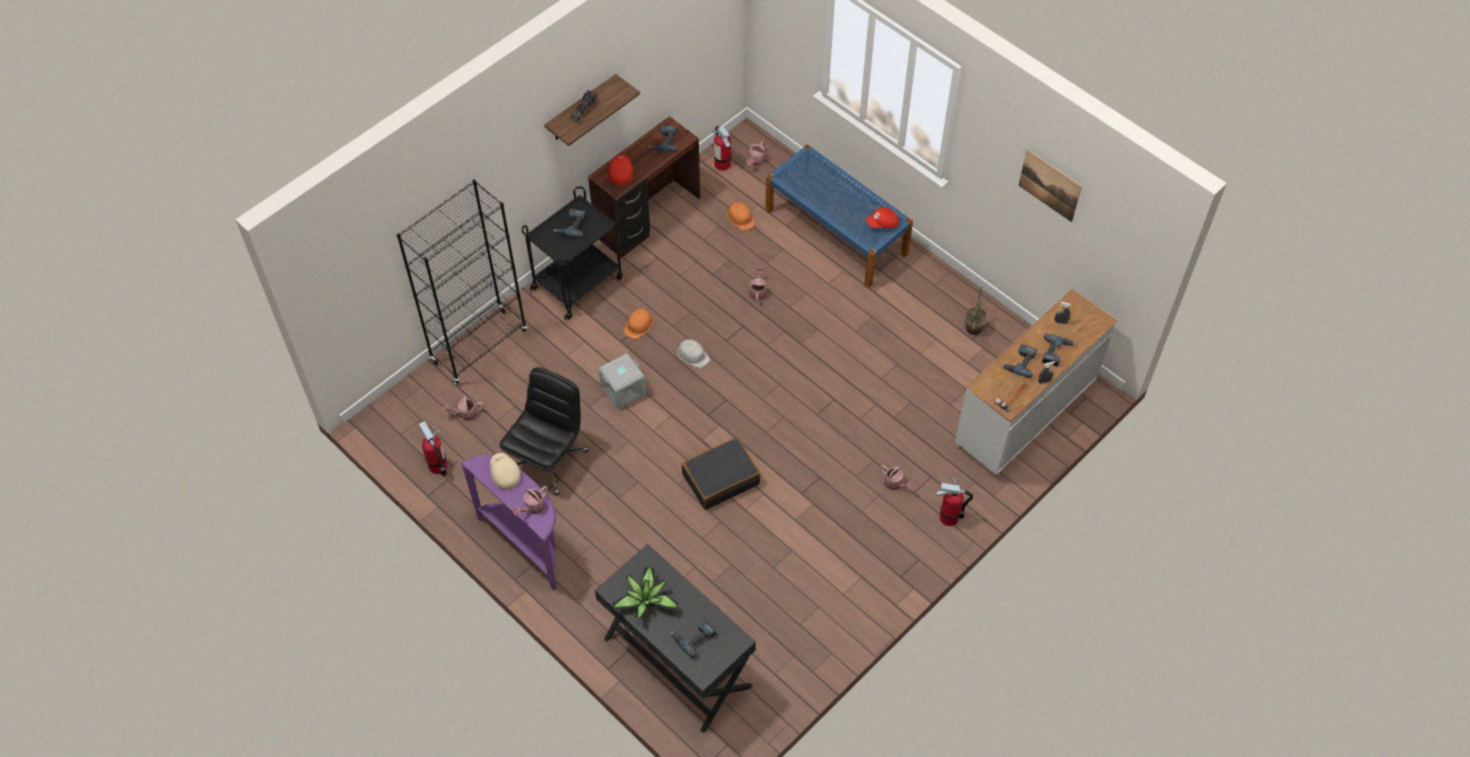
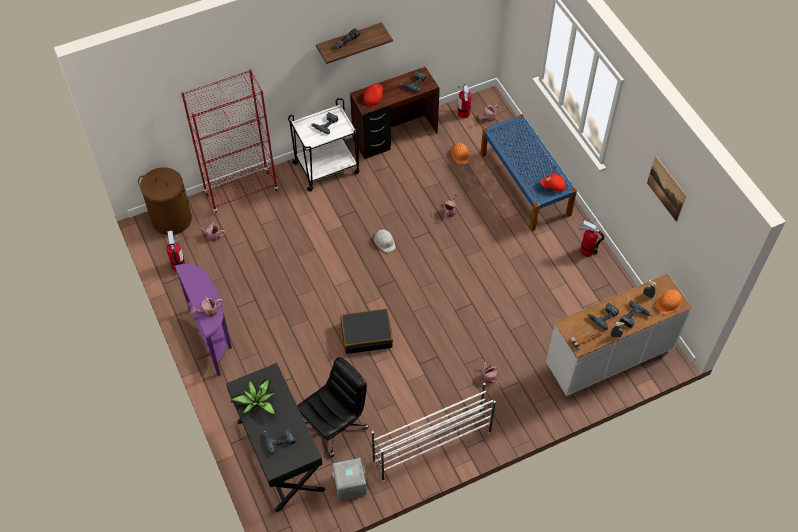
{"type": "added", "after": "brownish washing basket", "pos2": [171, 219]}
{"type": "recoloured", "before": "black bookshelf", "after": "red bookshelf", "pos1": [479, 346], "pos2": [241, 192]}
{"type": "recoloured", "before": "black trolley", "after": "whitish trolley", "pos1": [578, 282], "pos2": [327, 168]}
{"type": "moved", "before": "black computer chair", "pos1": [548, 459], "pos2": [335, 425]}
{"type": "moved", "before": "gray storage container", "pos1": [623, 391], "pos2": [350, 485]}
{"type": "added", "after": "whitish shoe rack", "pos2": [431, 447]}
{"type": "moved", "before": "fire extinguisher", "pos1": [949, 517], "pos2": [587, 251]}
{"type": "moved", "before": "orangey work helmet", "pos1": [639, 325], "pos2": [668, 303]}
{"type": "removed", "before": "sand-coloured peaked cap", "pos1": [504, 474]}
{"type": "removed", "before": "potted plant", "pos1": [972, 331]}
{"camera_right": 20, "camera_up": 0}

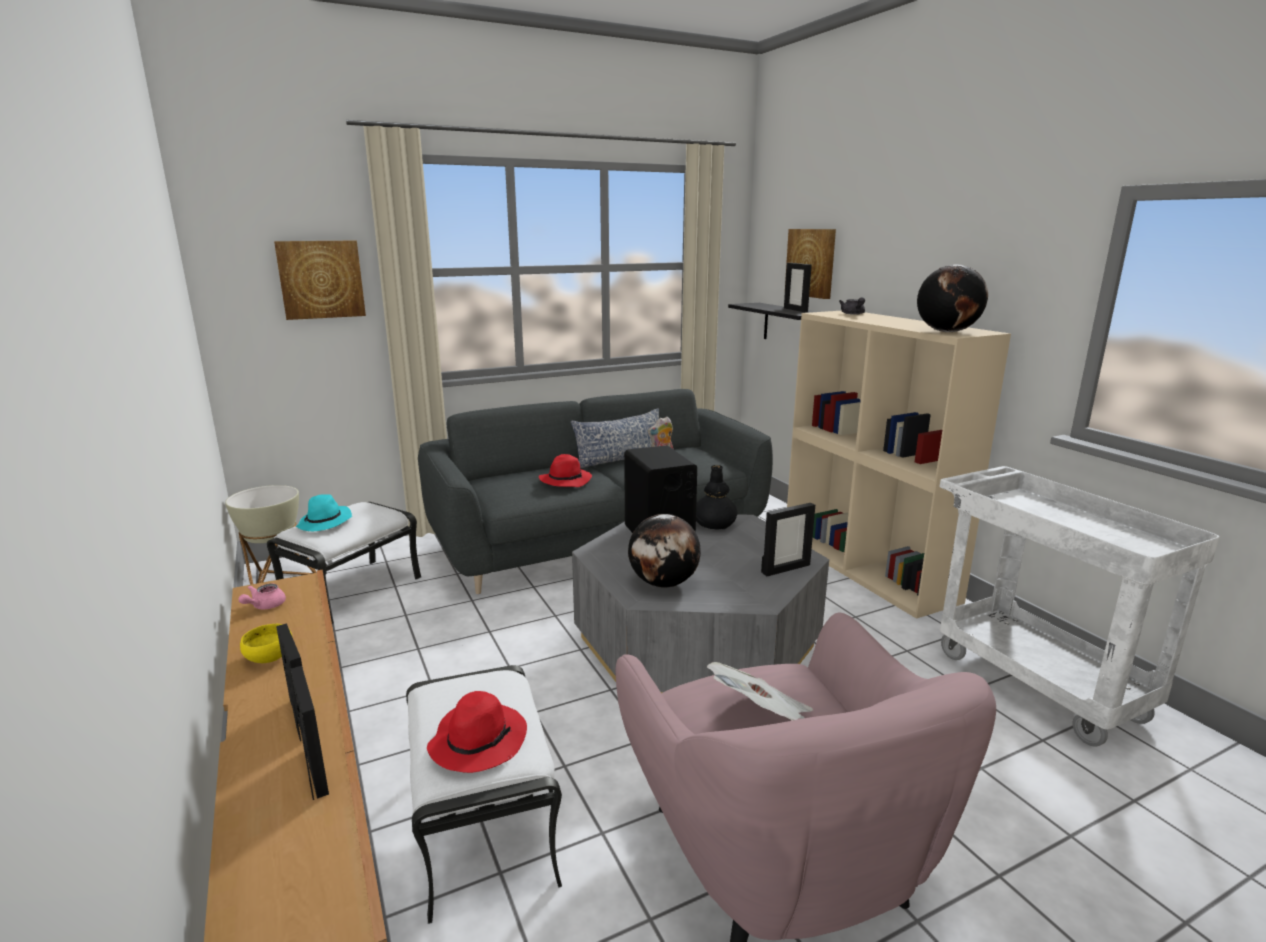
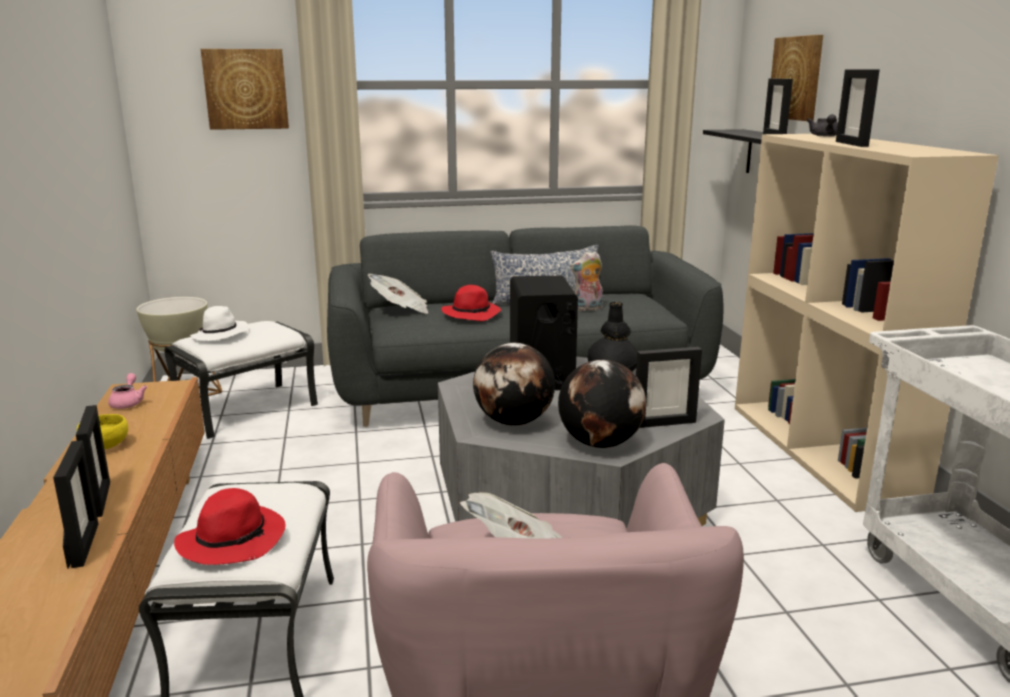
{"type": "turned", "before": "pinkish teapot", "pos1": [264, 606], "pos2": [128, 402], "turn": 135}
{"type": "recoloured", "before": "turquoise-coloured clothing hat", "after": "whitish clothing hat", "pos1": [325, 523], "pos2": [220, 335]}
{"type": "added", "after": "printed paper", "pos2": [400, 309]}
{"type": "moved", "before": "desk globe", "pos1": [946, 332], "pos2": [600, 443]}
{"type": "added", "after": "standing frame", "pos2": [852, 144]}
{"camera_right": 15, "camera_up": 0}

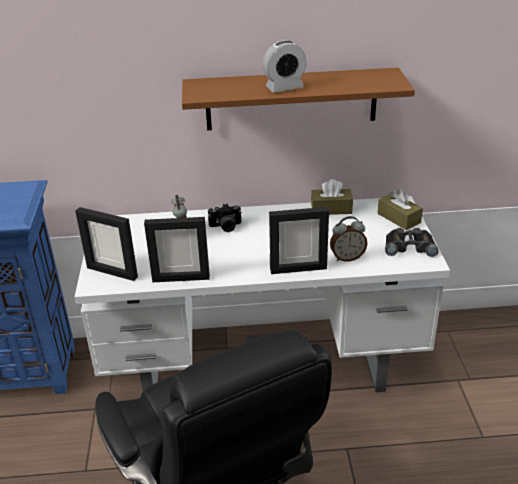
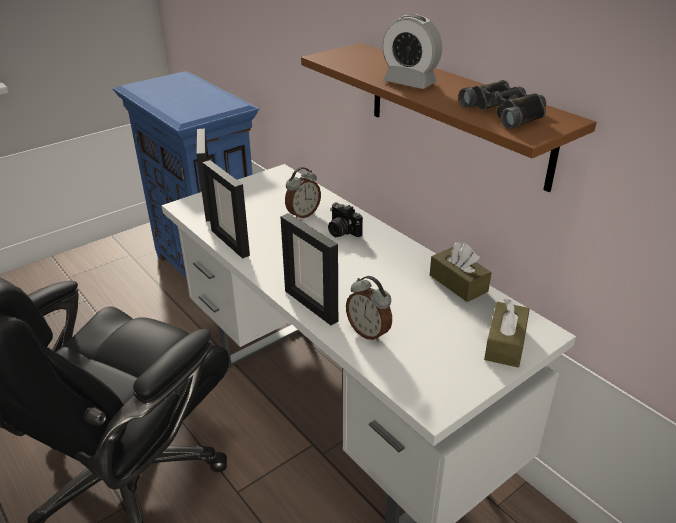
{"type": "moved", "before": "black binoculars", "pos1": [409, 246], "pos2": [506, 112]}
{"camera_right": 55, "camera_up": 0}

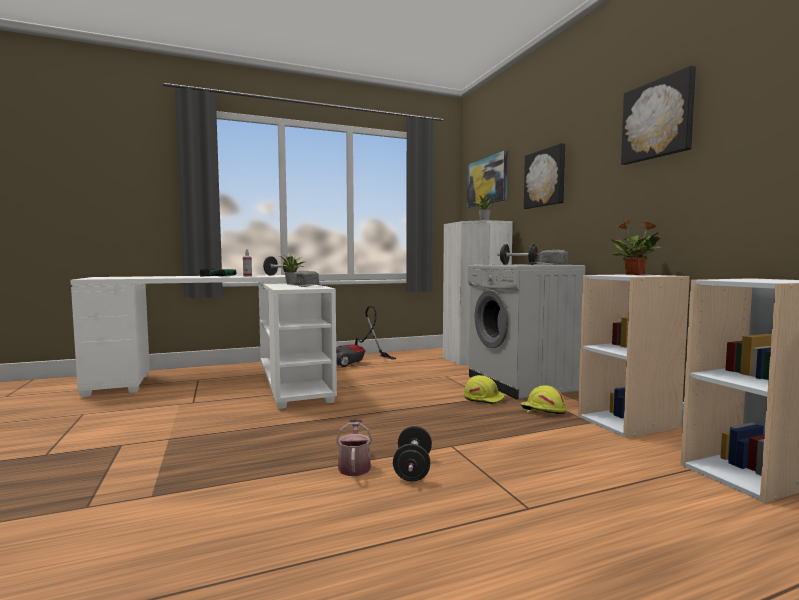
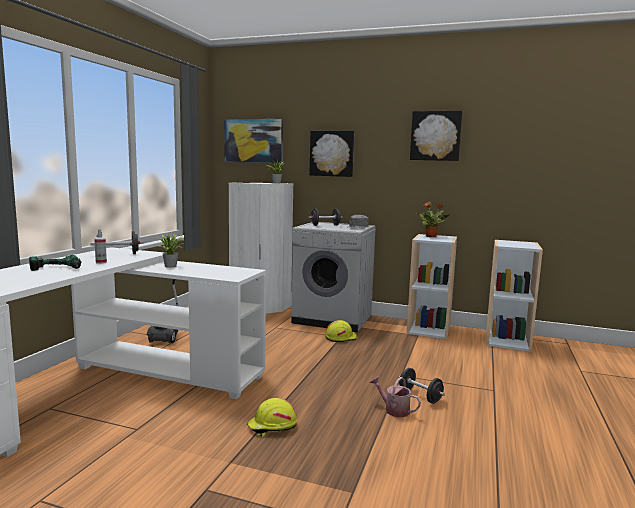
{"type": "moved", "before": "yellowish work helmet", "pos1": [542, 410], "pos2": [272, 427]}
{"type": "removed", "before": "gray peaked cap", "pos1": [309, 286]}
{"camera_right": -50, "camera_up": 5}

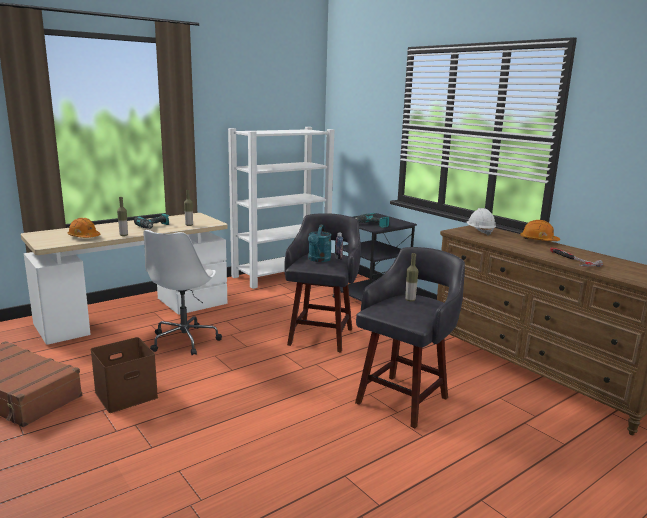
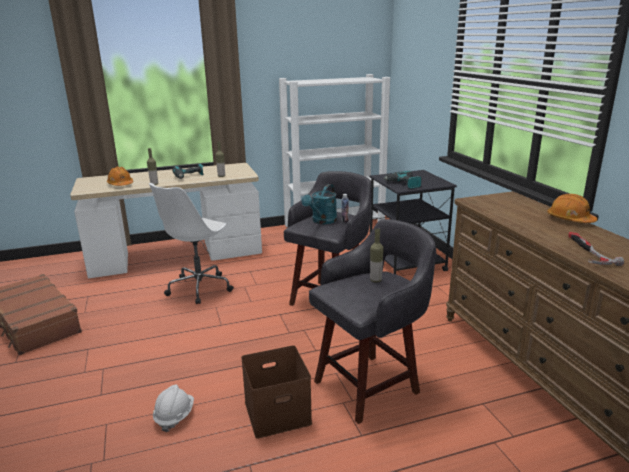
{"type": "moved", "before": "whitish work helmet", "pos1": [480, 231], "pos2": [174, 416]}
{"type": "moved", "before": "brownish storage container", "pos1": [125, 395], "pos2": [276, 414]}
{"camera_right": 20, "camera_up": 5}

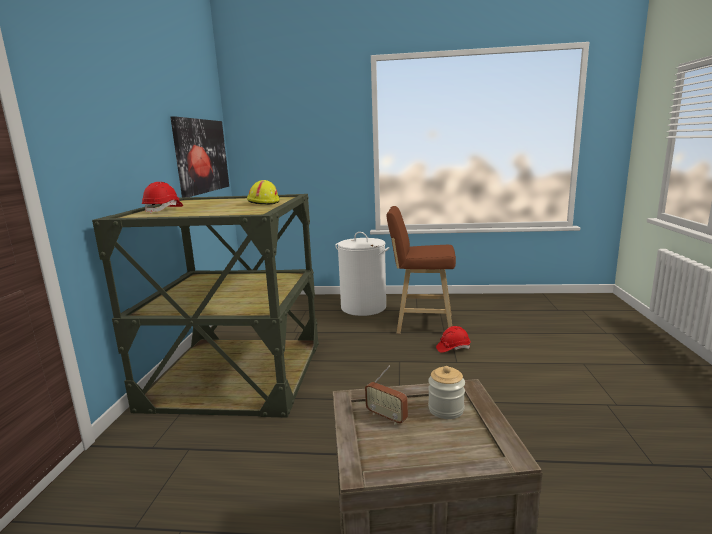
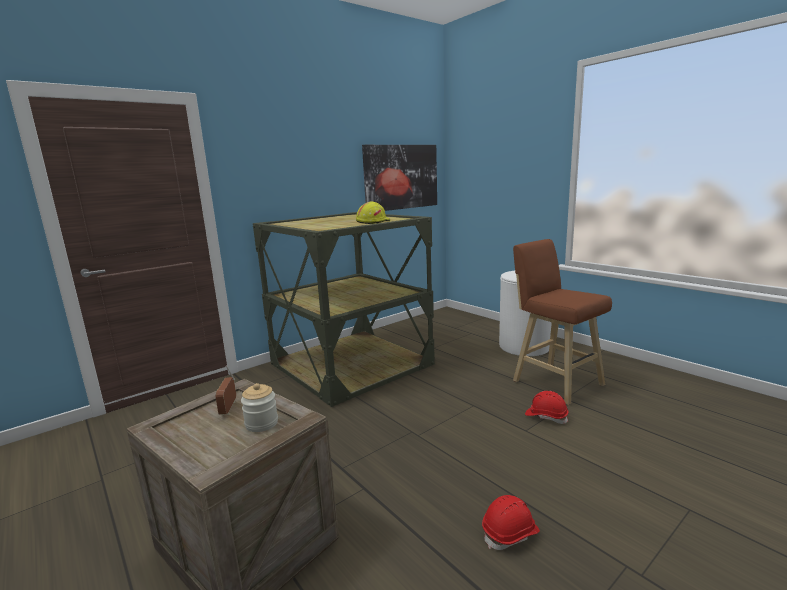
{"type": "moved", "before": "red work helmet", "pos1": [164, 210], "pos2": [510, 533]}
{"camera_right": 45, "camera_up": 0}

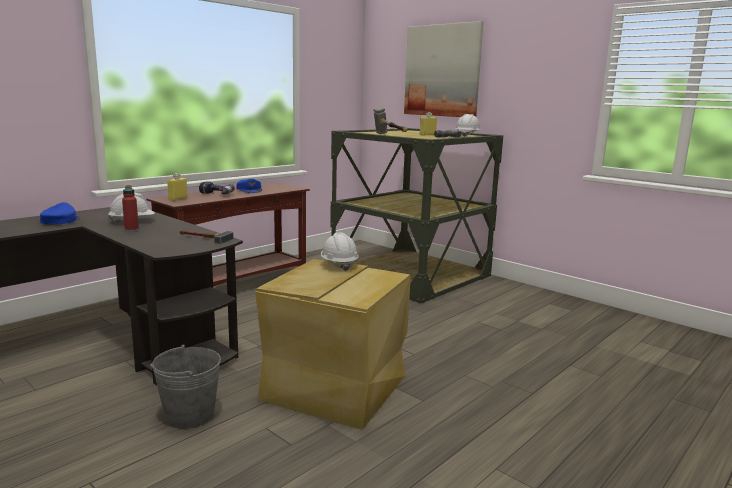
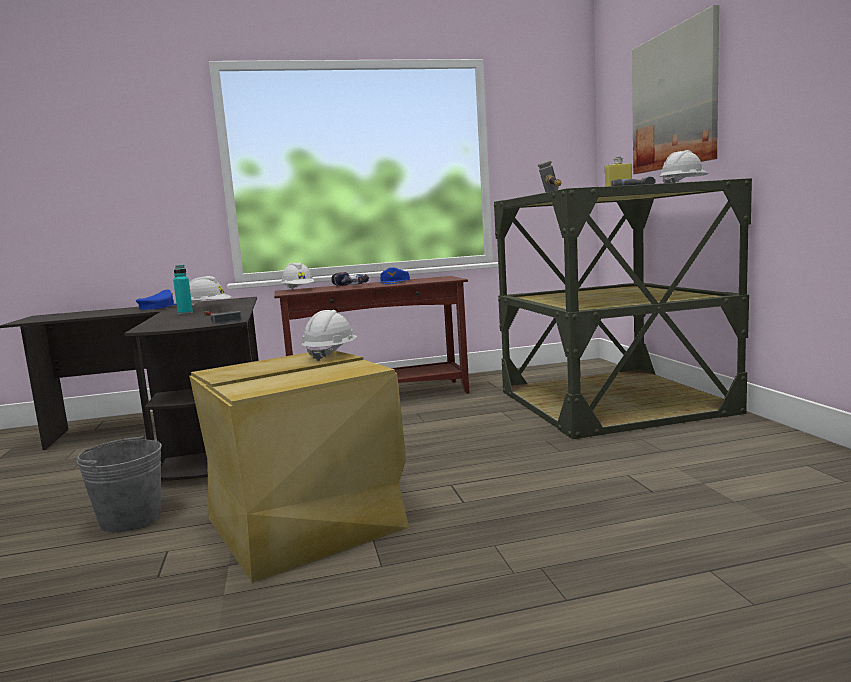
{"type": "recoloured", "before": "red drink bottle", "after": "turquoise-coloured drink bottle", "pos1": [131, 230], "pos2": [185, 313]}
{"type": "replaced", "before": "yellowish drink bottle", "after": "whitish work helmet", "pos1": [178, 199], "pos2": [298, 290]}
{"camera_right": 35, "camera_up": -5}

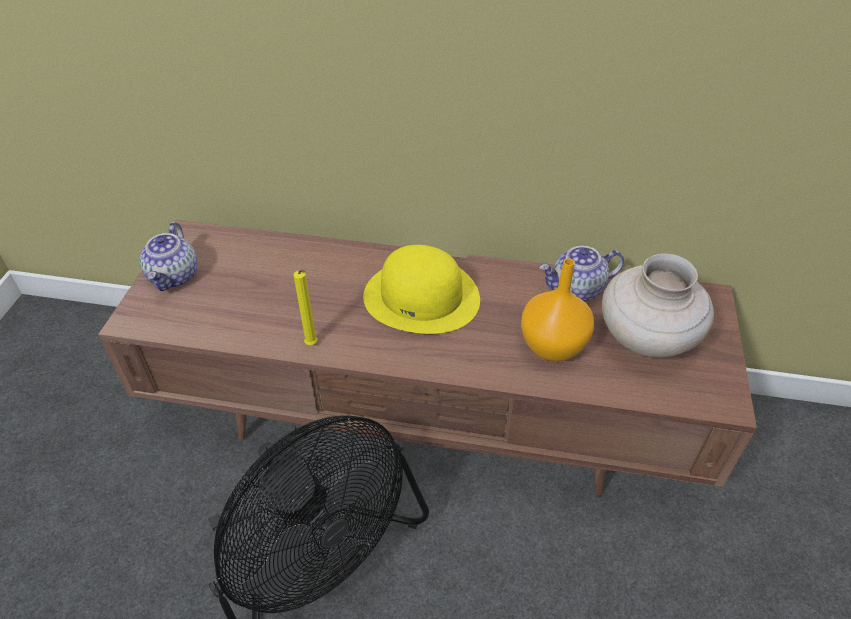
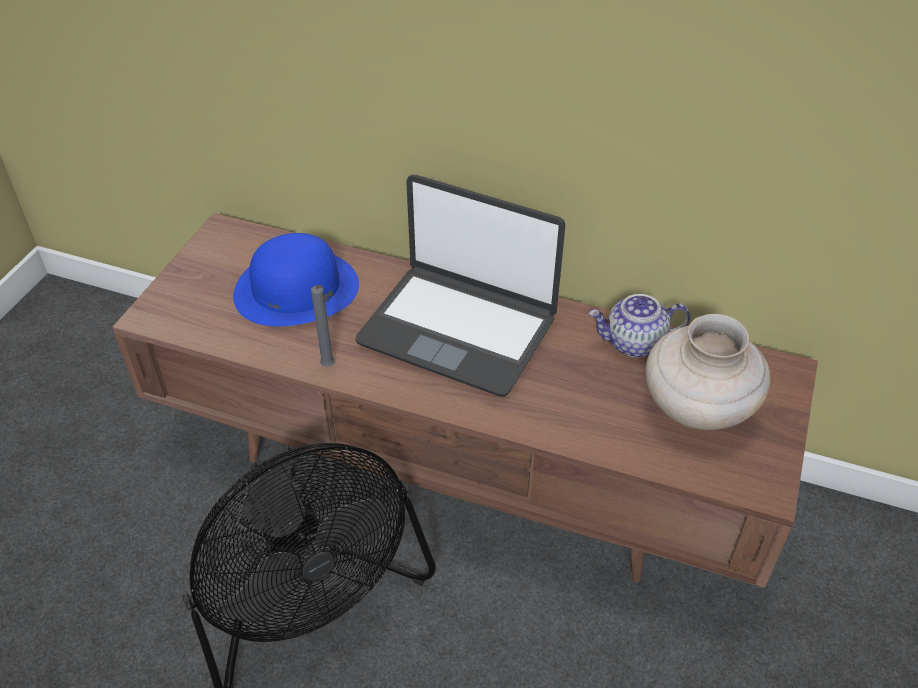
{"type": "added", "after": "blue-coloured clothing hat", "pos2": [296, 289]}
{"type": "recoloured", "before": "yellowish wax light", "after": "gray wax light", "pos1": [312, 345], "pos2": [328, 367]}
{"type": "replaced", "before": "yellowish clothing hat", "after": "laptop", "pos1": [422, 296], "pos2": [458, 329]}
{"type": "removed", "before": "teapot", "pos1": [174, 276]}
{"type": "removed", "before": "orangey decorative vase", "pos1": [552, 347]}
{"camera_right": 10, "camera_up": 0}

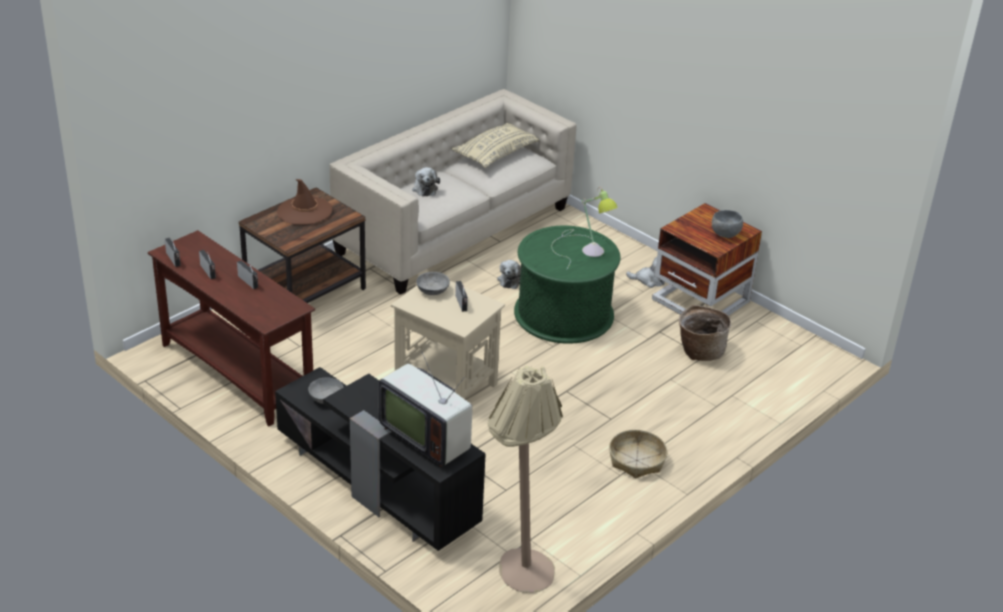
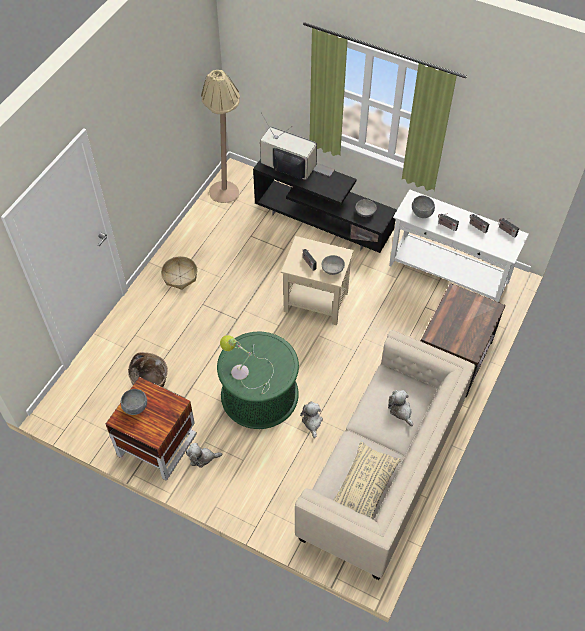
{"type": "recoloured", "before": "brownish console table", "after": "whitish console table", "pos1": [236, 372], "pos2": [449, 273]}
{"type": "added", "after": "gray serving bowl", "pos2": [421, 214]}
{"type": "removed", "before": "brownish clothing hat", "pos1": [304, 211]}
{"camera_right": 165, "camera_up": 20}

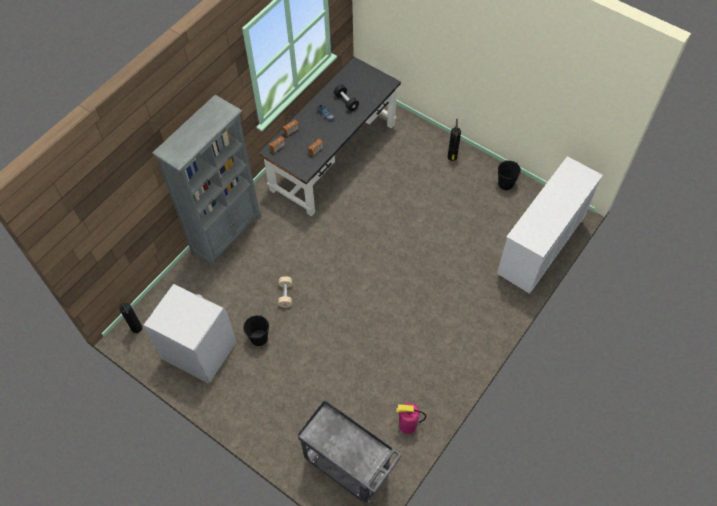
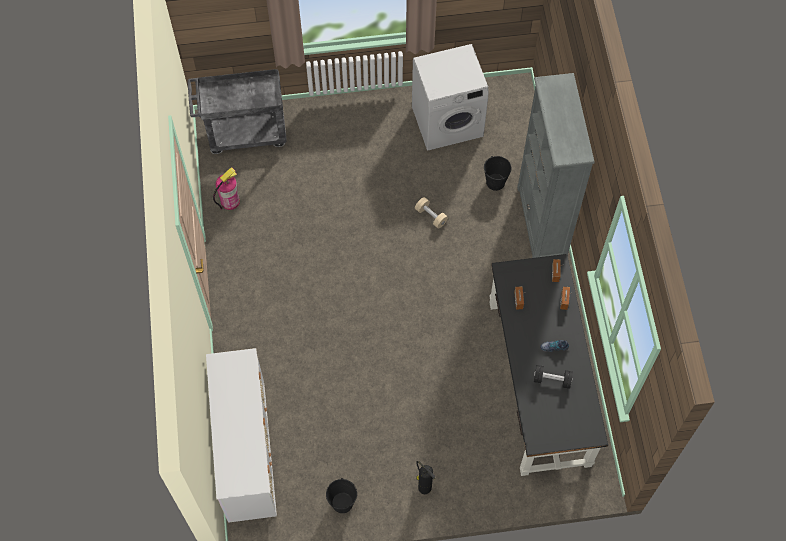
{"type": "moved", "before": "black bucket", "pos1": [259, 338], "pos2": [495, 182]}
{"type": "removed", "before": "fire extinguisher", "pos1": [136, 327]}
{"camera_right": 135, "camera_up": 5}

